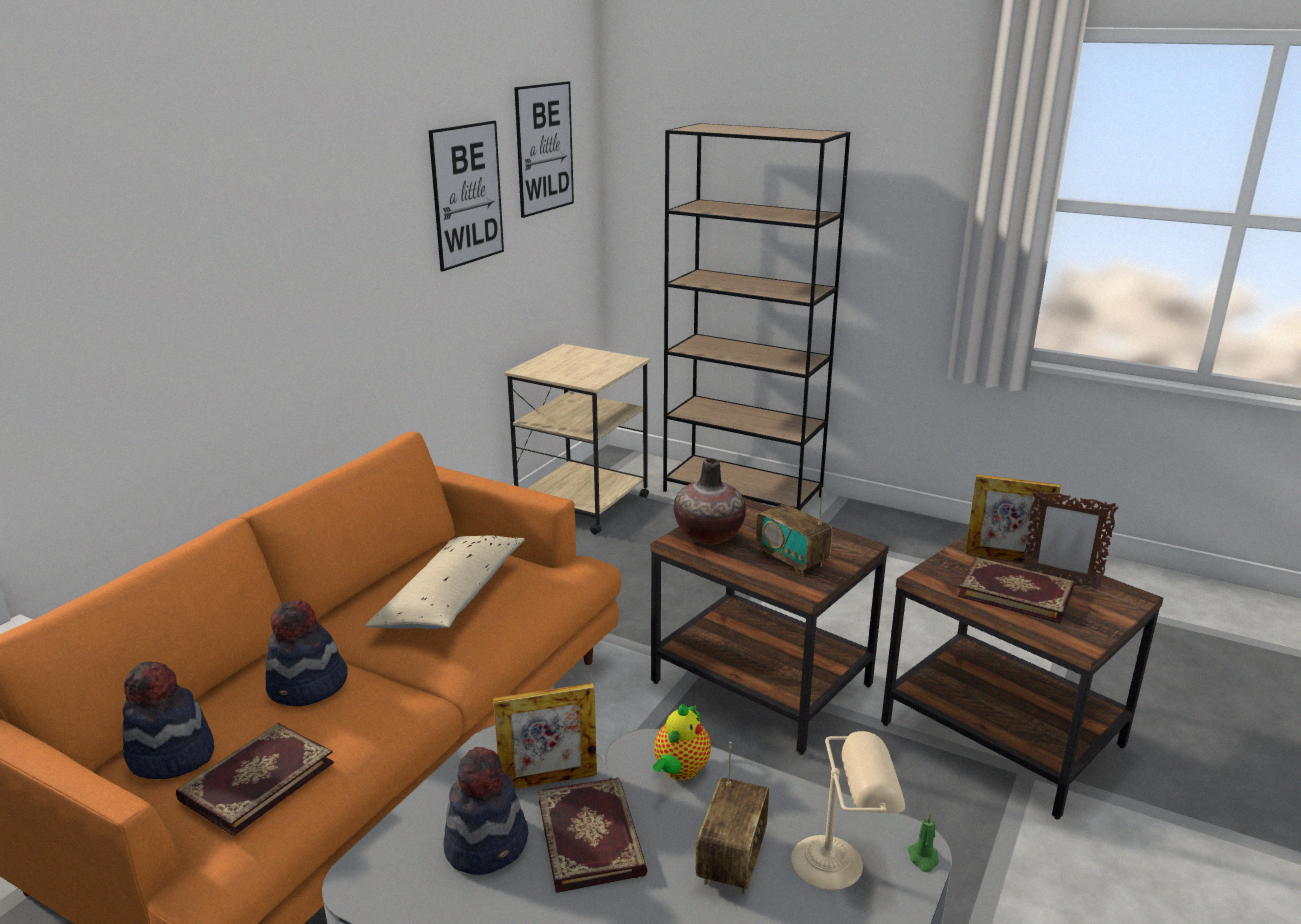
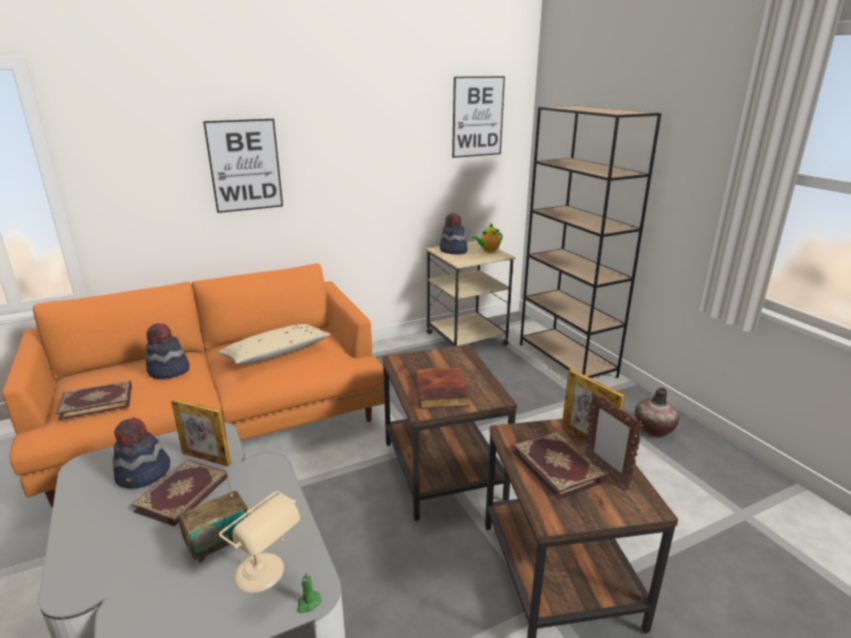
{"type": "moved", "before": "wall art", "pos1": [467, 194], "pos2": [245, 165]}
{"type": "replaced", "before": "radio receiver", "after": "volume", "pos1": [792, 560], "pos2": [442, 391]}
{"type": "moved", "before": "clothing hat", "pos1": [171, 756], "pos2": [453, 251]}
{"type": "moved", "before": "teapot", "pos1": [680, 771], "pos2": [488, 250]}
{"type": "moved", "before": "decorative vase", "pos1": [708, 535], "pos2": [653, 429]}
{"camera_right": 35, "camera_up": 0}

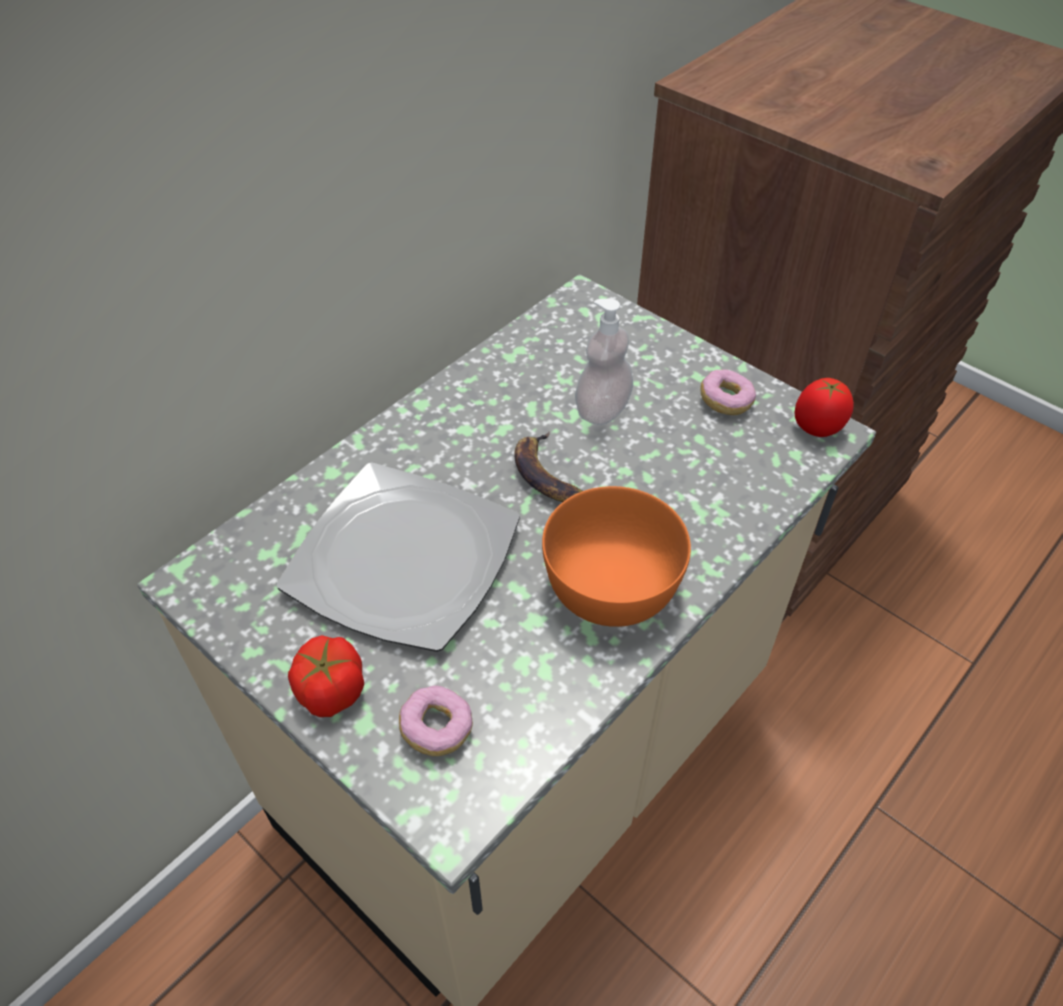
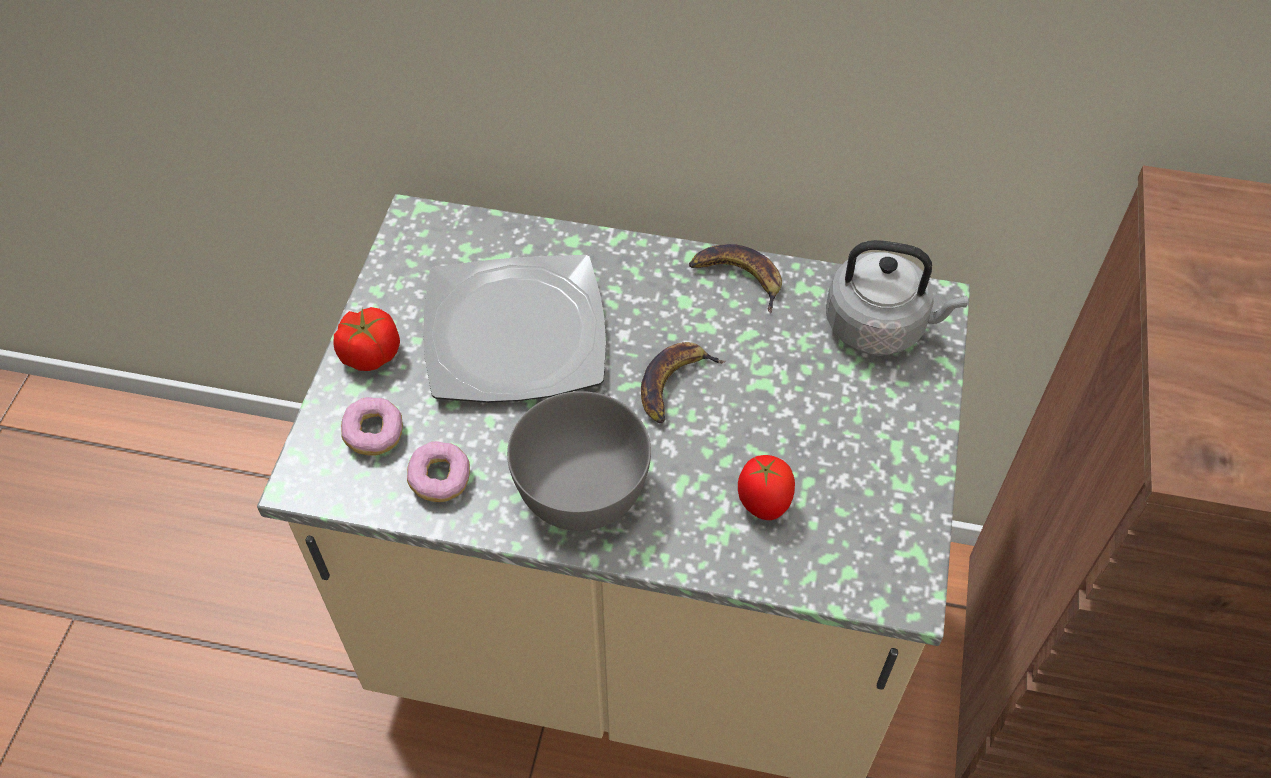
{"type": "moved", "before": "ring doughnut", "pos1": [725, 401], "pos2": [440, 479]}
{"type": "recoloured", "before": "orangey serving bowl", "after": "gray serving bowl", "pos1": [609, 585], "pos2": [579, 485]}
{"type": "added", "after": "banana", "pos2": [737, 277]}
{"type": "moved", "before": "tomato", "pos1": [817, 428], "pos2": [763, 503]}
{"type": "added", "after": "gray tea kettle", "pos2": [880, 326]}
{"type": "removed", "before": "soap bottle", "pos1": [602, 409]}
{"camera_right": 60, "camera_up": 5}

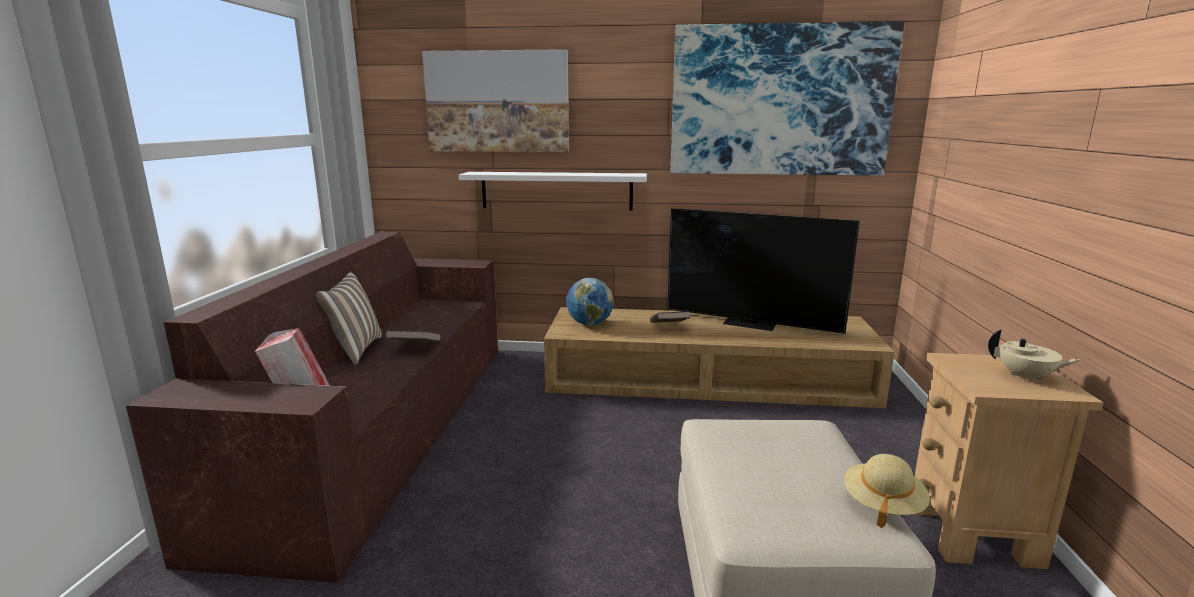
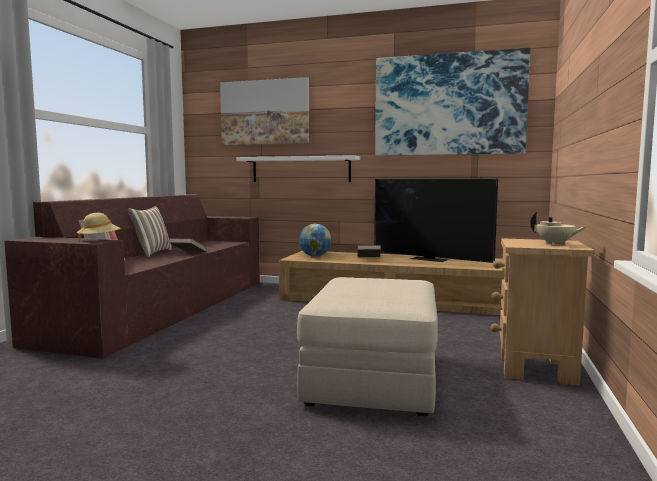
{"type": "moved", "before": "sand-coloured clothing hat", "pos1": [882, 505], "pos2": [99, 240]}
{"camera_right": 10, "camera_up": -10}

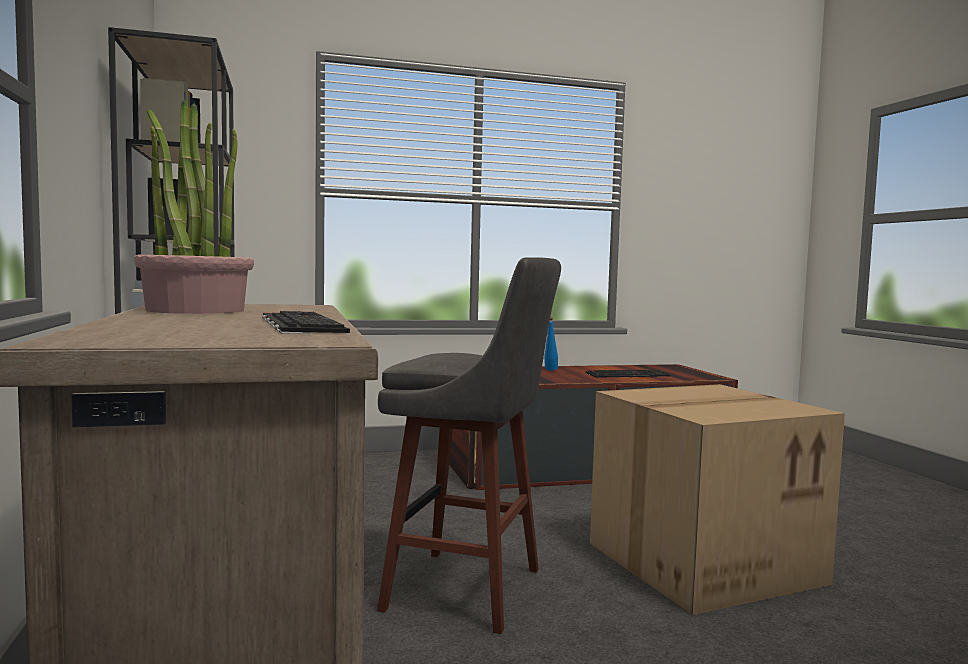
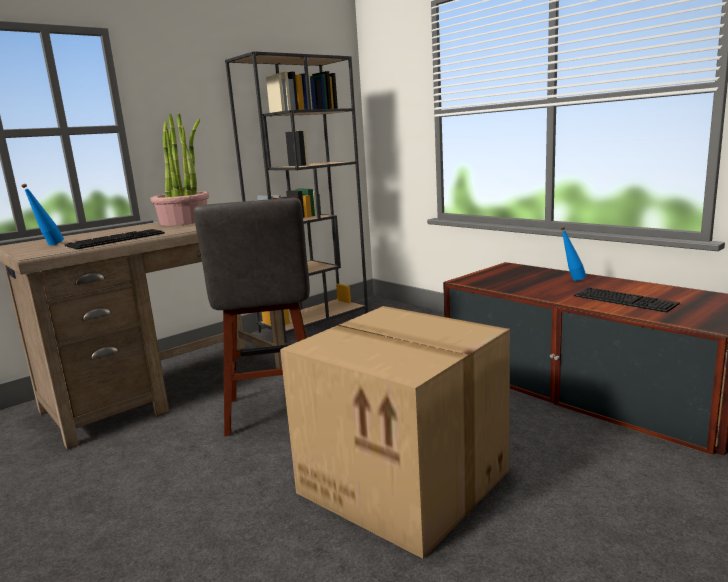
{"type": "added", "after": "blue-coloured drink bottle", "pos2": [49, 245]}
{"camera_right": 65, "camera_up": 10}

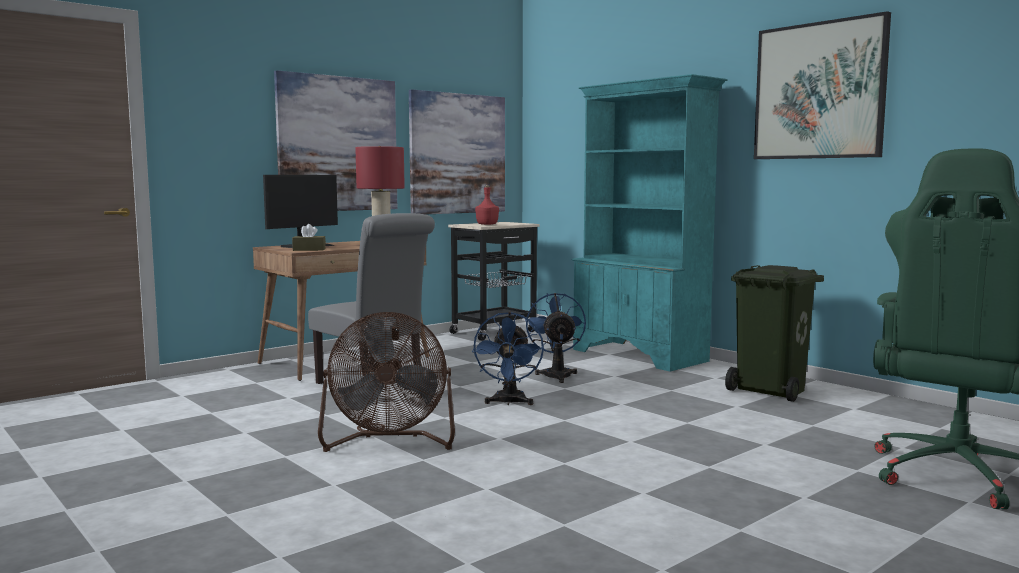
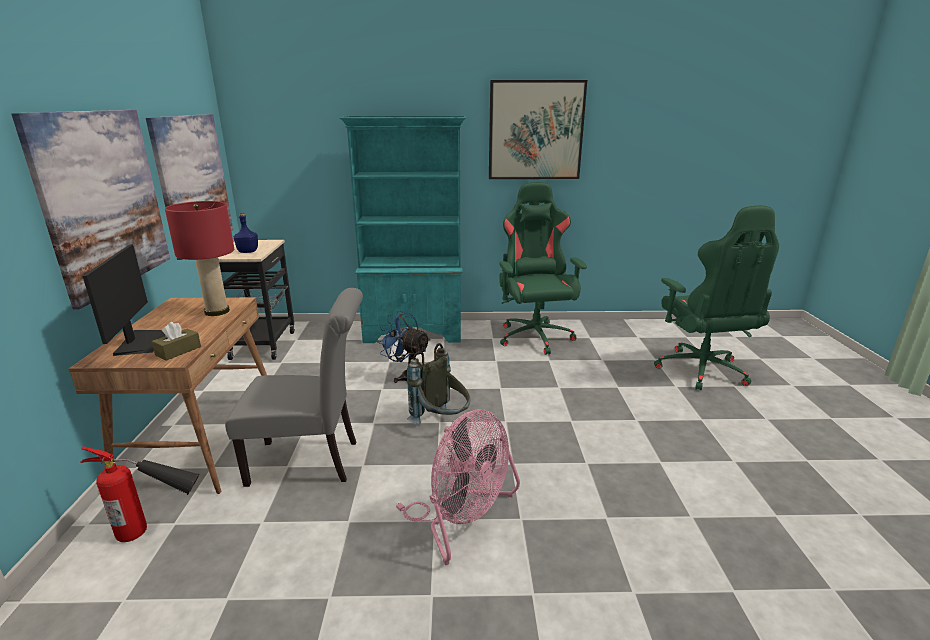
{"type": "added", "after": "fire extinguisher", "pos2": [158, 530]}
{"type": "recoloured", "before": "red drink bottle", "after": "blue-coloured drink bottle", "pos1": [487, 224], "pos2": [248, 251]}
{"type": "recoloured", "before": "brownish electric fan", "after": "pinkish electric fan", "pos1": [385, 442], "pos2": [460, 519]}
{"type": "replaced", "before": "blue-coloured electric fan", "after": "gray knapsack", "pos1": [509, 402], "pos2": [442, 422]}
{"type": "replaced", "before": "green-coloured trash can", "after": "green-coloured computer chair", "pos1": [772, 390], "pos2": [535, 338]}
{"camera_right": -50, "camera_up": 15}

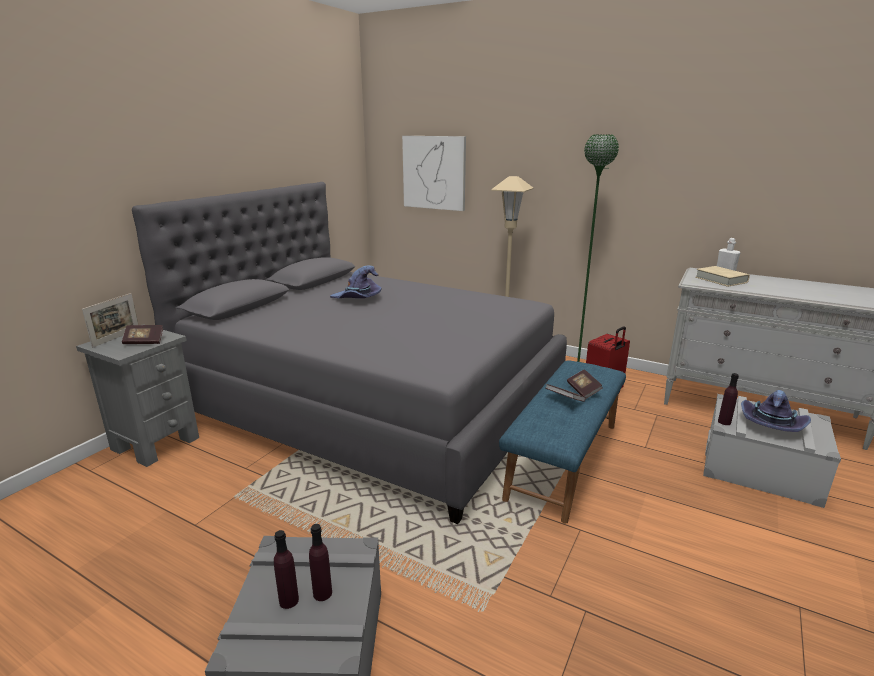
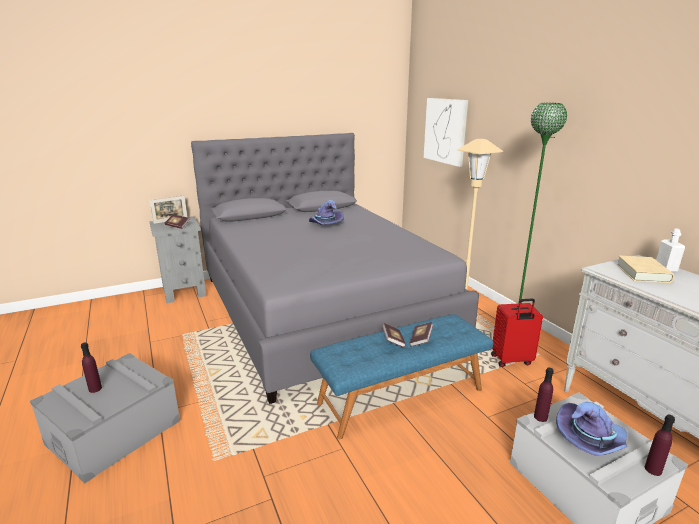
{"type": "moved", "before": "purple-coloured drink bottle", "pos1": [322, 593], "pos2": [653, 469]}
{"camera_right": 35, "camera_up": 0}

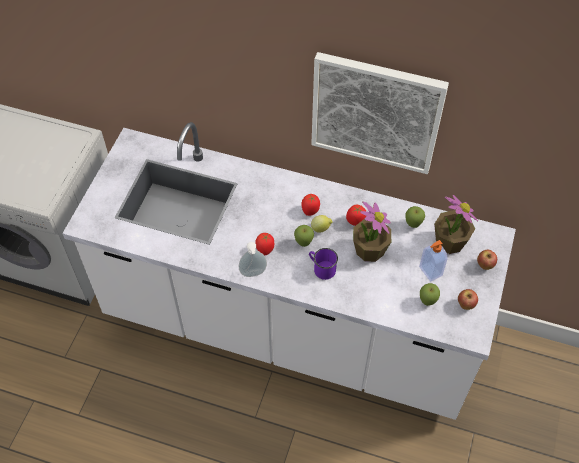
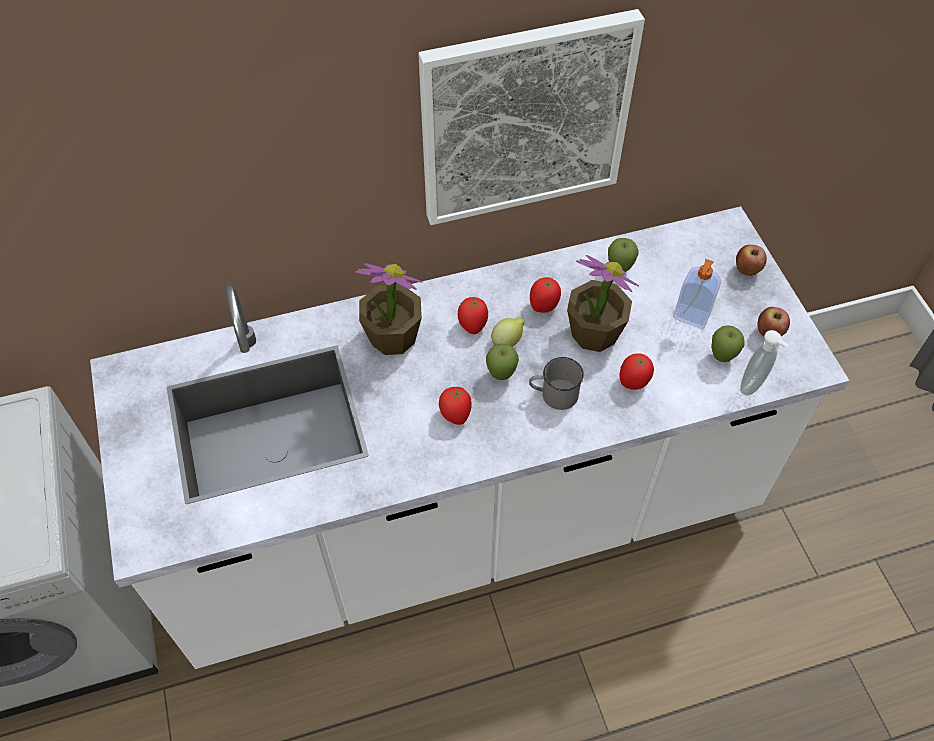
{"type": "moved", "before": "potted plant", "pos1": [449, 242], "pos2": [392, 337]}
{"type": "recoloured", "before": "purple-coloured coffee mug", "after": "gray coffee mug", "pos1": [321, 268], "pos2": [553, 395]}
{"type": "added", "after": "tomato", "pos2": [634, 382]}
{"type": "moved", "before": "soap bottle", "pos1": [253, 274], "pos2": [753, 386]}
{"camera_right": -35, "camera_up": 0}

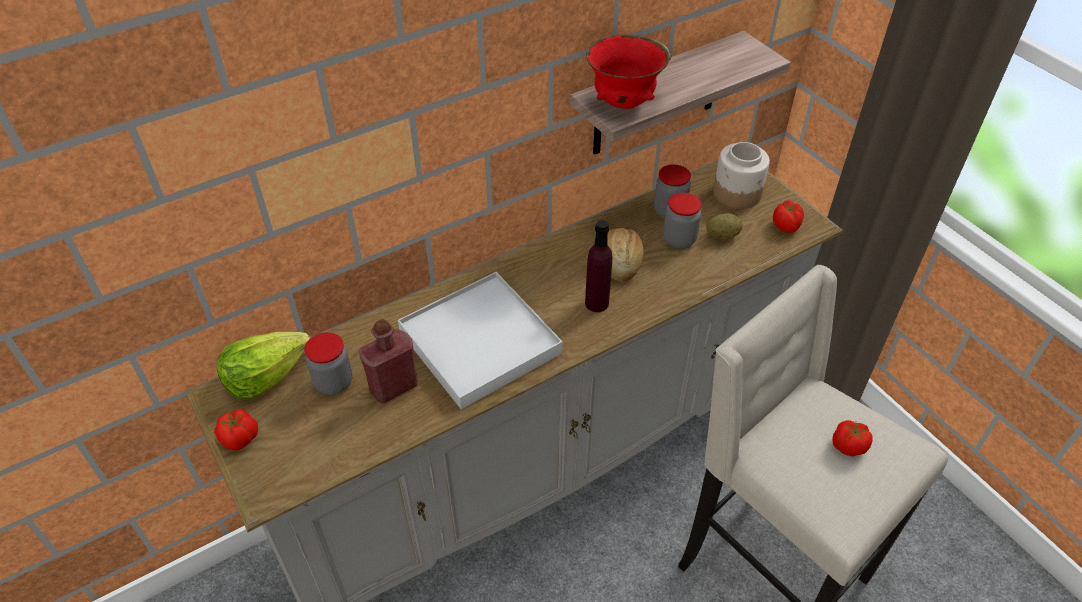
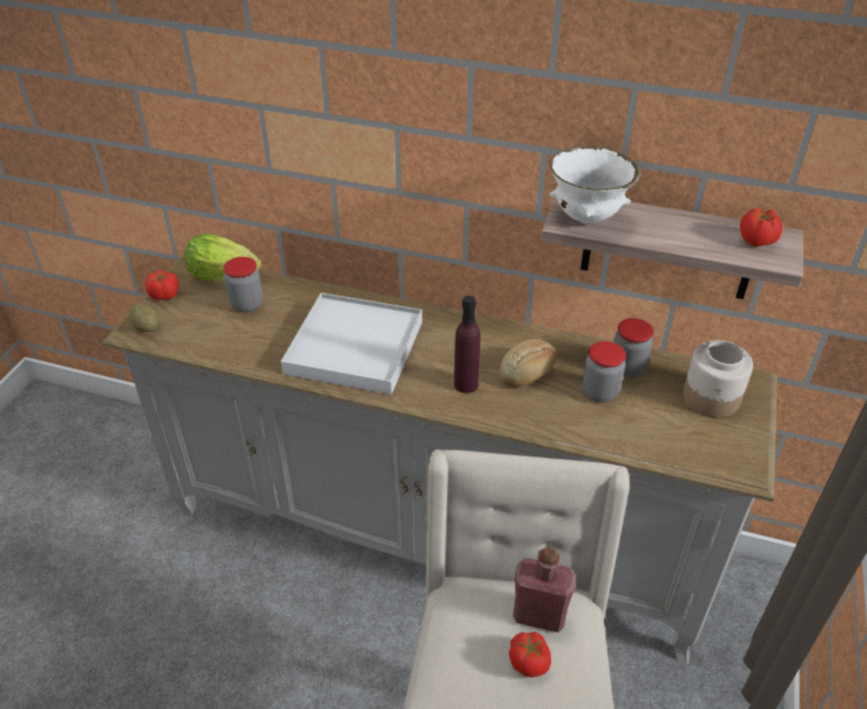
{"type": "moved", "before": "potato", "pos1": [722, 236], "pos2": [146, 327]}
{"type": "moved", "before": "red drink bottle", "pos1": [394, 387], "pos2": [539, 615]}
{"type": "recoloured", "before": "red serving bowl", "after": "whitish serving bowl", "pos1": [624, 103], "pos2": [586, 218]}
{"type": "moved", "before": "tomato", "pos1": [786, 226], "pos2": [757, 241]}
{"camera_right": 50, "camera_up": -5}

